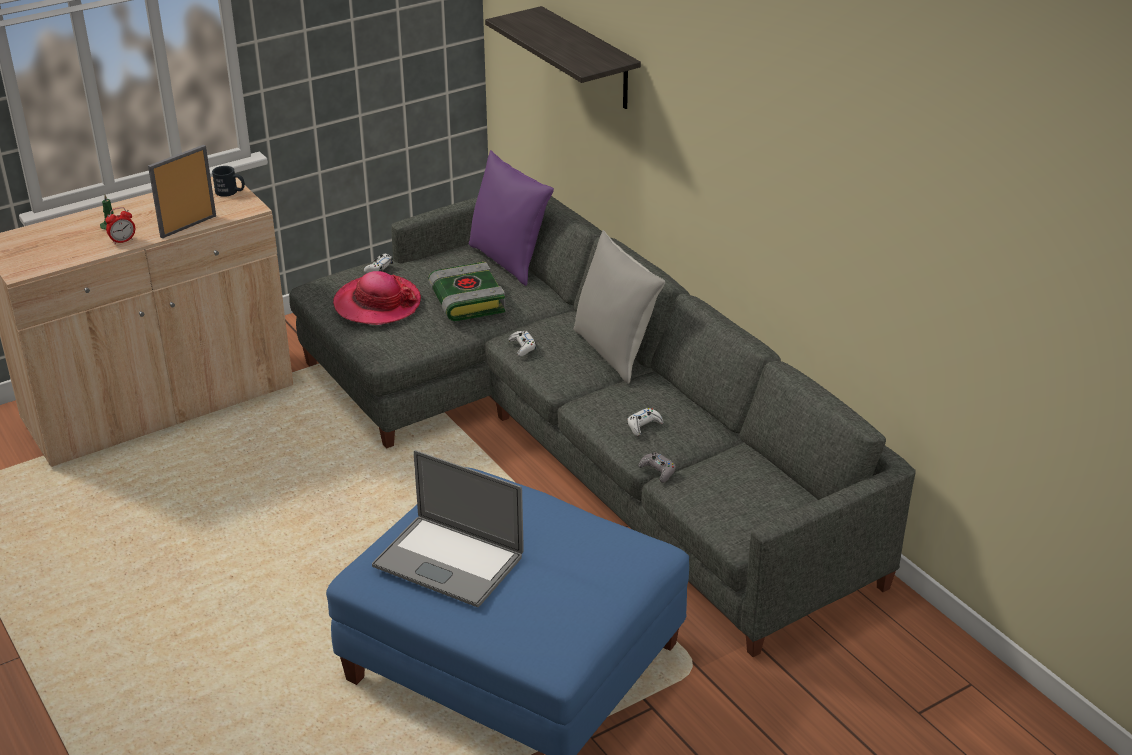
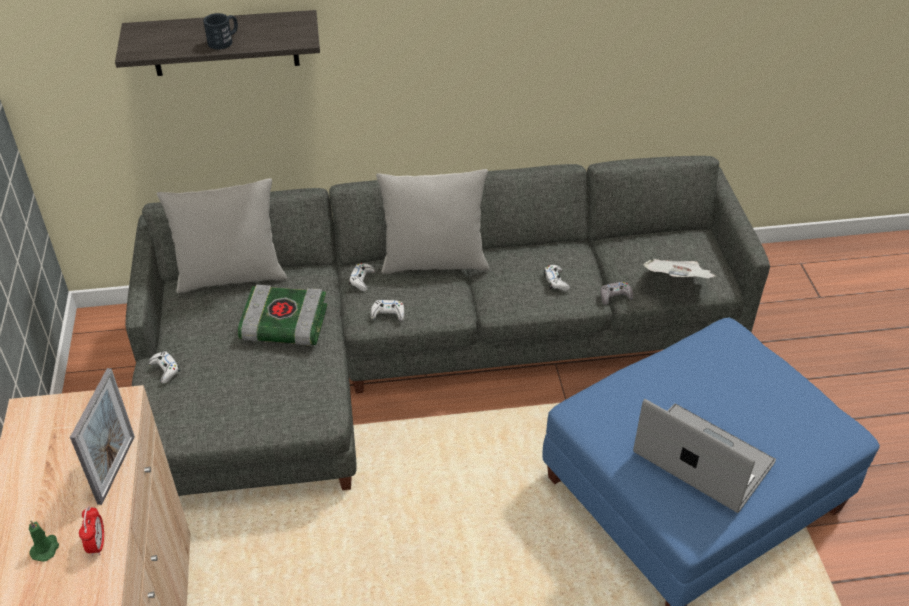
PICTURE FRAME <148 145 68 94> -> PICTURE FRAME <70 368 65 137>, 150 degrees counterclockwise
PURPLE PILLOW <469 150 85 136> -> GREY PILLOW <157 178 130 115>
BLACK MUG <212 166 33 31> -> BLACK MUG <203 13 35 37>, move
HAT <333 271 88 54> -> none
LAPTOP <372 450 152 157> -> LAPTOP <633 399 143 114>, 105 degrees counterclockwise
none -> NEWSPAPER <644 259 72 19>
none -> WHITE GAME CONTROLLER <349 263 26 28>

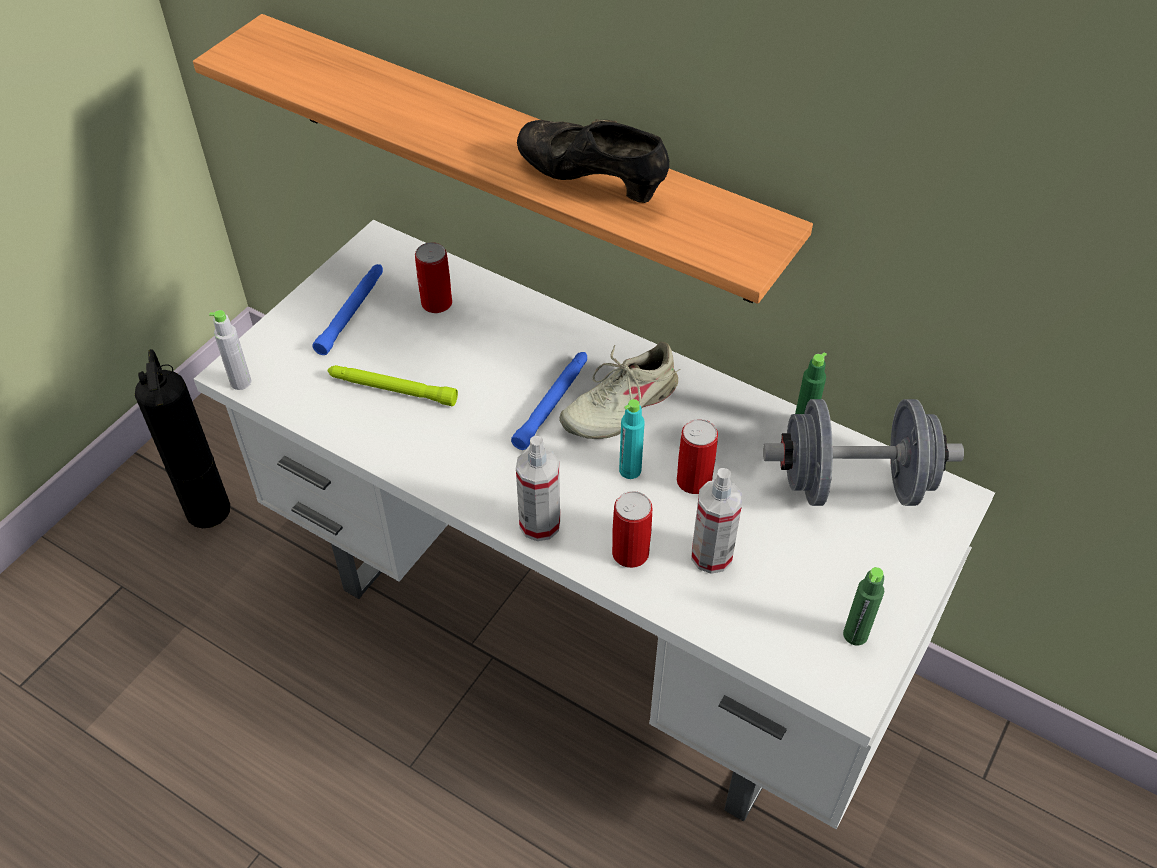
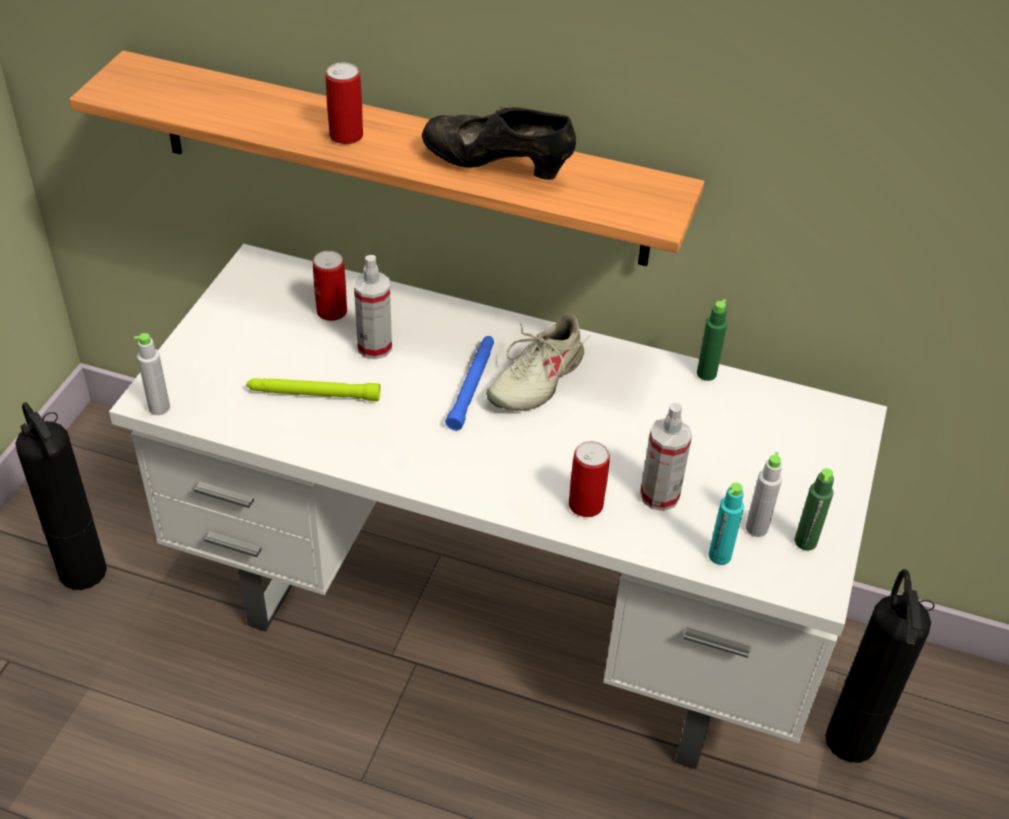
BLUE FLASHLIGHT <312 264 71 91> -> none
TURQUOISE BOTTLE <619 399 26 80> -> TURQUOISE BOTTLE <708 482 36 83>, move
GREY DUMBBELL <763 399 201 107> -> none
CAN <677 419 41 75> -> CAN <325 63 38 81>, move
SPRAY BOTTLE <516 436 44 105> -> SPRAY BOTTLE <354 255 38 104>, move
none -> GREY BOTTLE <746 452 36 85>
none -> FIRE EXTINGUISHER <825 569 109 194>

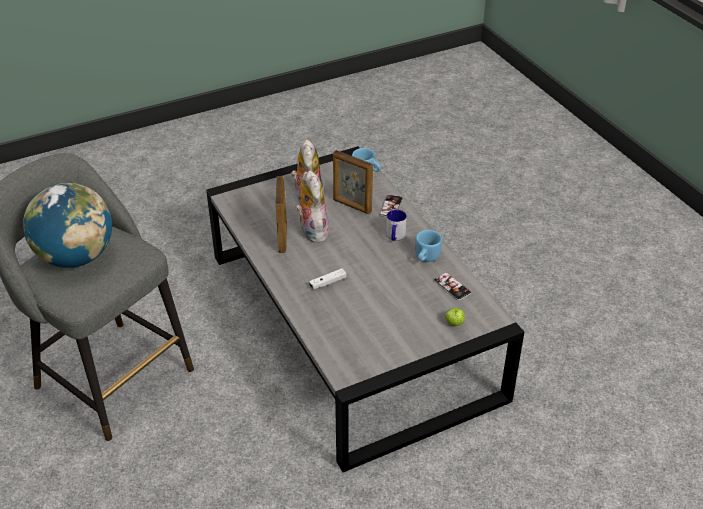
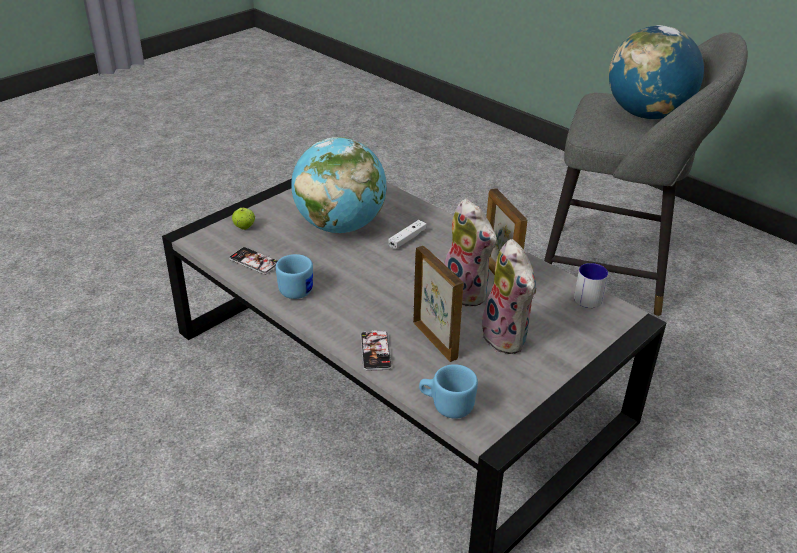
PICTURE FRAME <333 150 40 64> -> PICTURE FRAME <413 246 51 116>, 45 degrees clockwise
MUG <386 209 21 32> -> MUG <574 263 34 45>, move
none -> GLOBE <291 137 96 96>

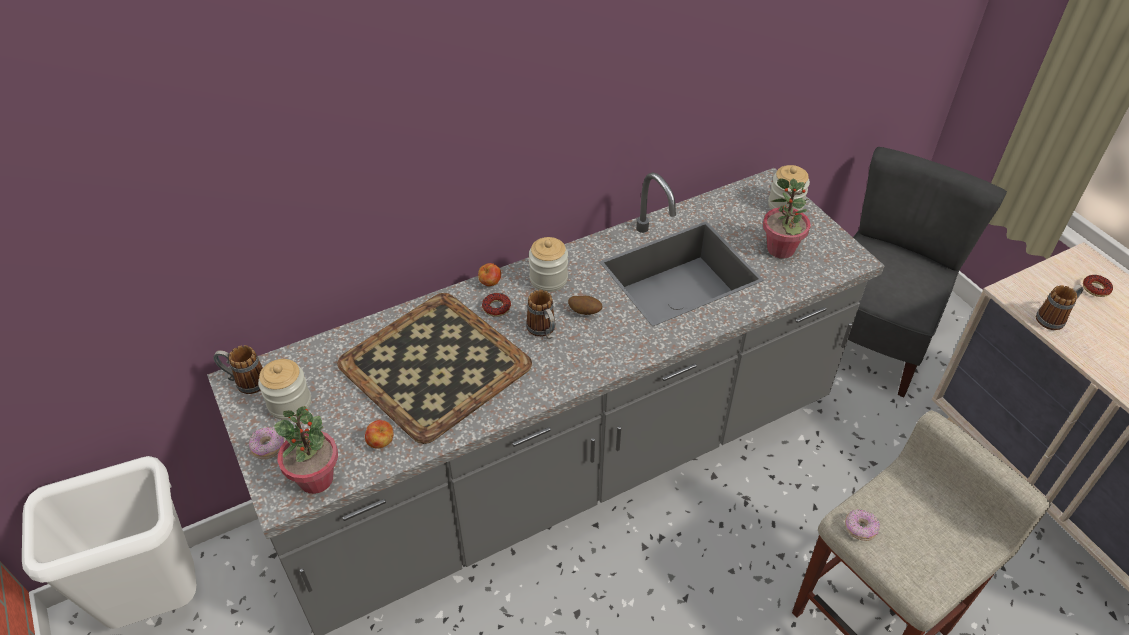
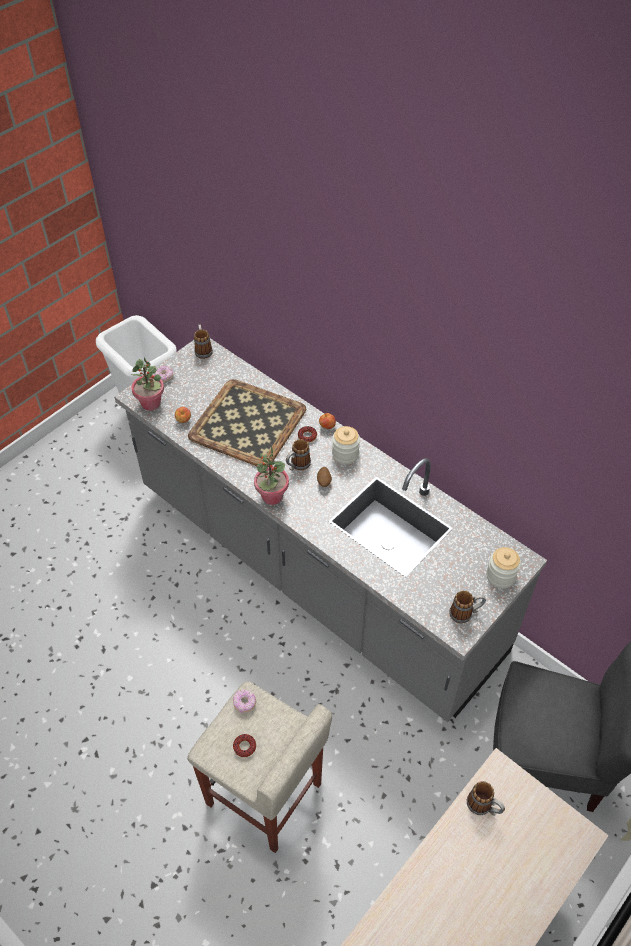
POTTED PLANT <763 178 48 81> -> POTTED PLANT <254 447 35 58>, move
DONUT <1083 275 30 22> -> DONUT <233 734 23 23>, move
JAR <258 359 53 61> -> none
none -> MUG <449 590 37 34>

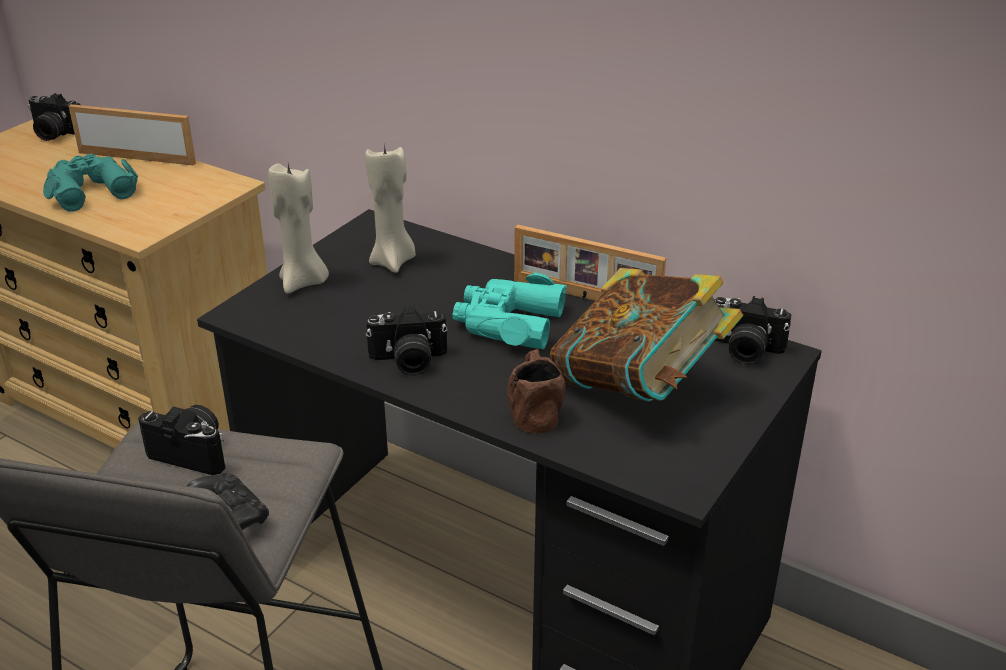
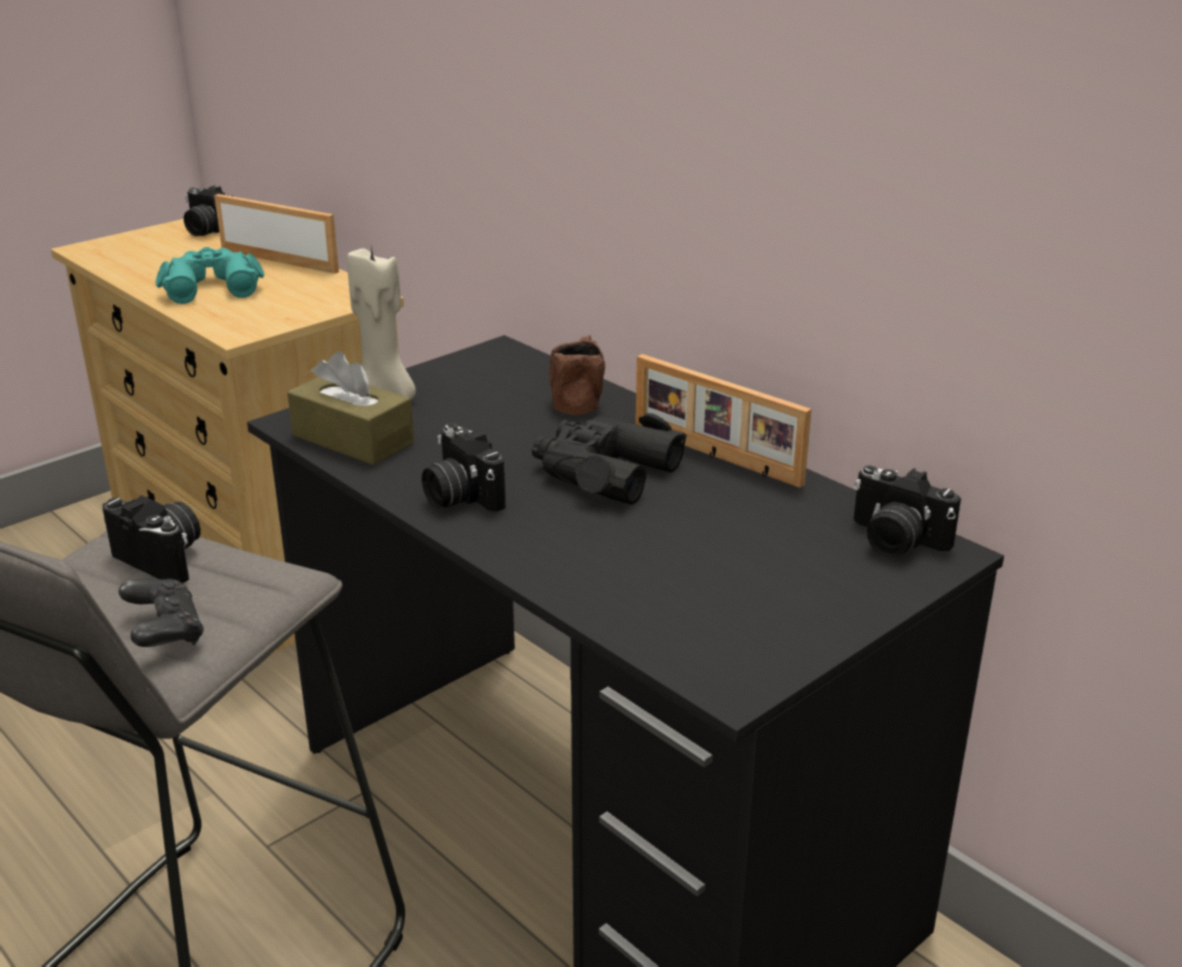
BEIGE CANDLE <365 144 51 129> -> none
BOOK <550 268 193 134> -> none
TURQUOISE BINOCULARS <452 273 115 77> -> BLACK BINOCULARS <532 413 155 92>
PHOTO CAMERA <366 305 82 70> -> PHOTO CAMERA <422 423 84 89>, 45 degrees clockwise
BROWN MUG <507 349 59 85> -> BROWN MUG <549 335 56 80>, move
none -> BROWN TISSUE BOX <287 351 127 114>

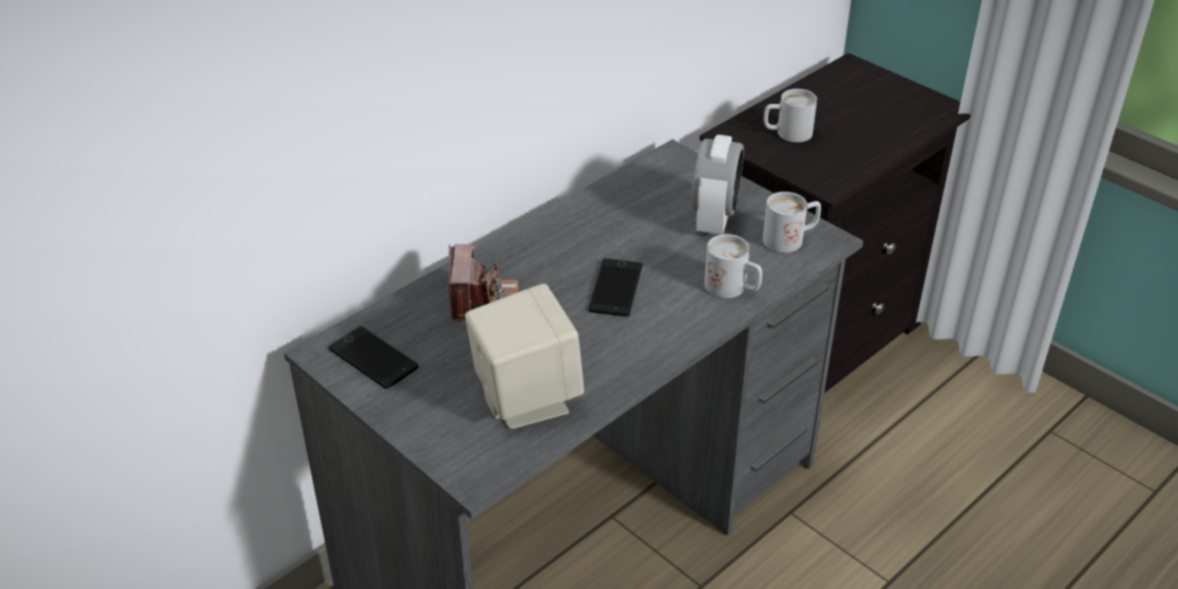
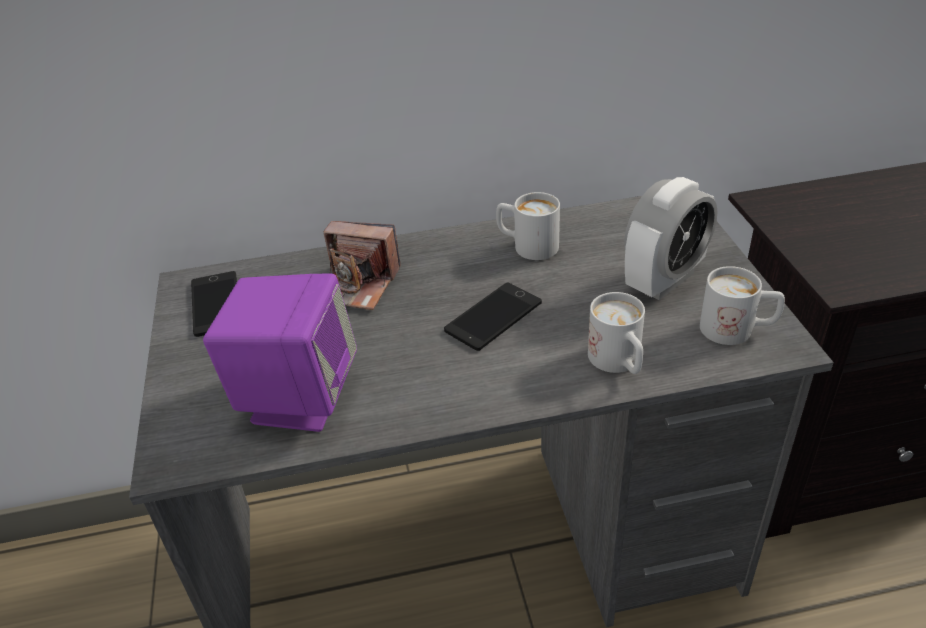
WHITE MUG <764 89 53 53> -> WHITE MUG <496 192 64 68>, move
PHOTO CAMERA <449 244 69 79> -> PHOTO CAMERA <324 221 77 89>, 75 degrees clockwise
BEIGE SPEAKER <465 284 119 145> -> PURPLE SPEAKER <203 274 154 158>

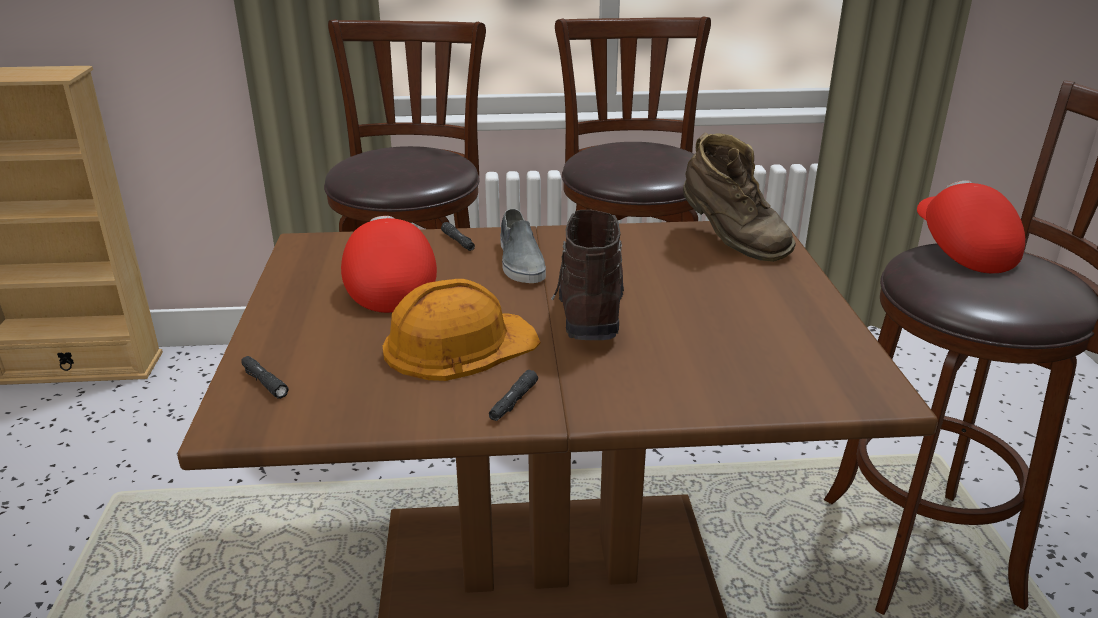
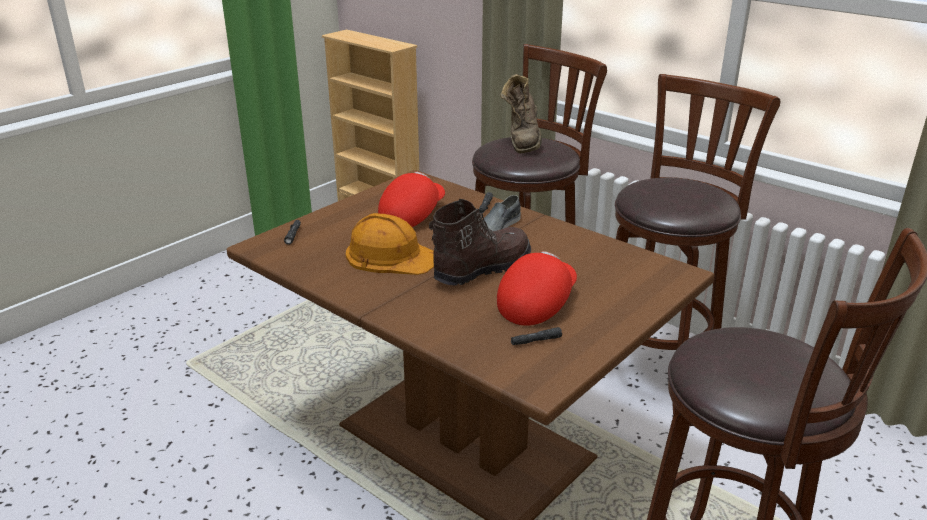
BROWN BOOT <683 132 113 130> -> BROWN BOOT <500 74 42 80>, move
RED CAP <917 180 108 94> -> RED CAP <497 251 80 75>, move
BLACK FLASHLIGHT <489 370 49 51> -> BLACK FLASHLIGHT <511 327 51 18>, move

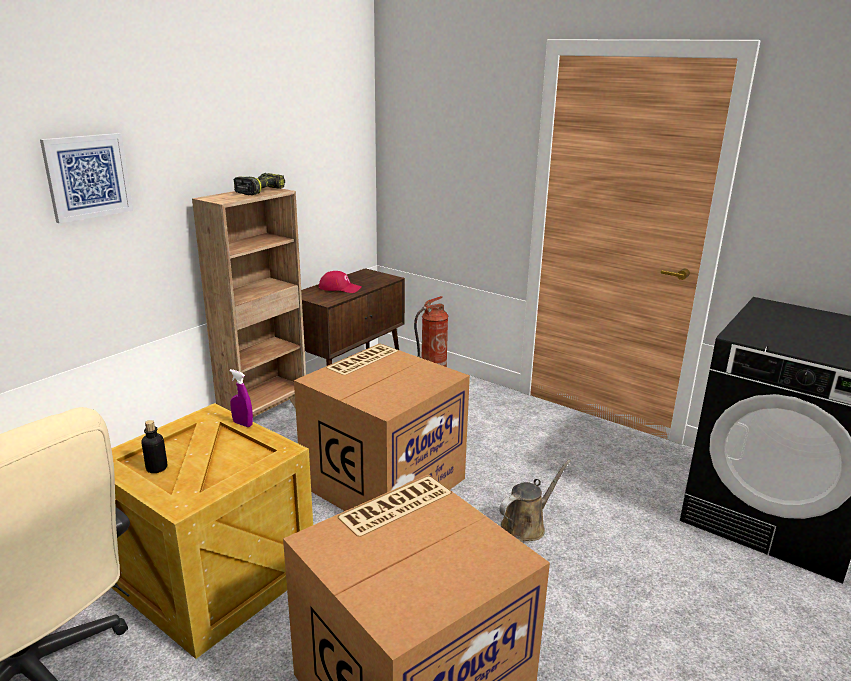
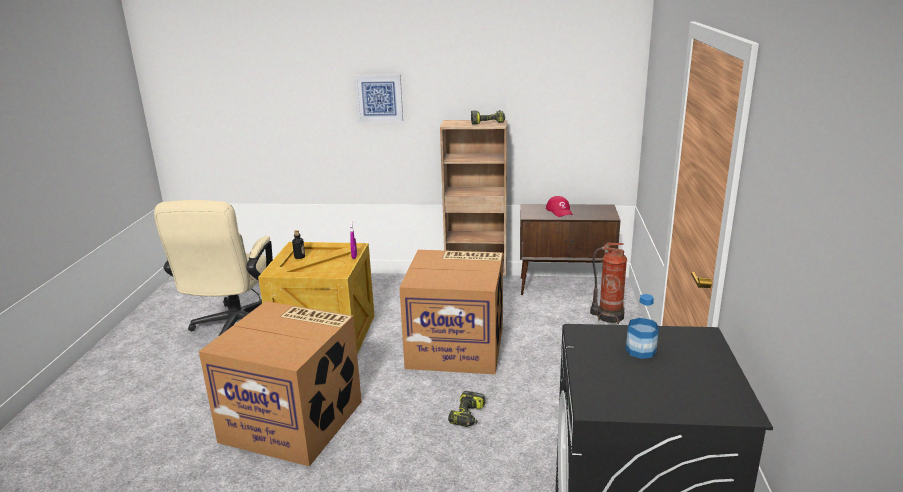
BROWN WATERING CAN <499 460 72 81> -> POWER DRILL <448 391 37 36>
none -> BOTTLE <626 294 33 65>

